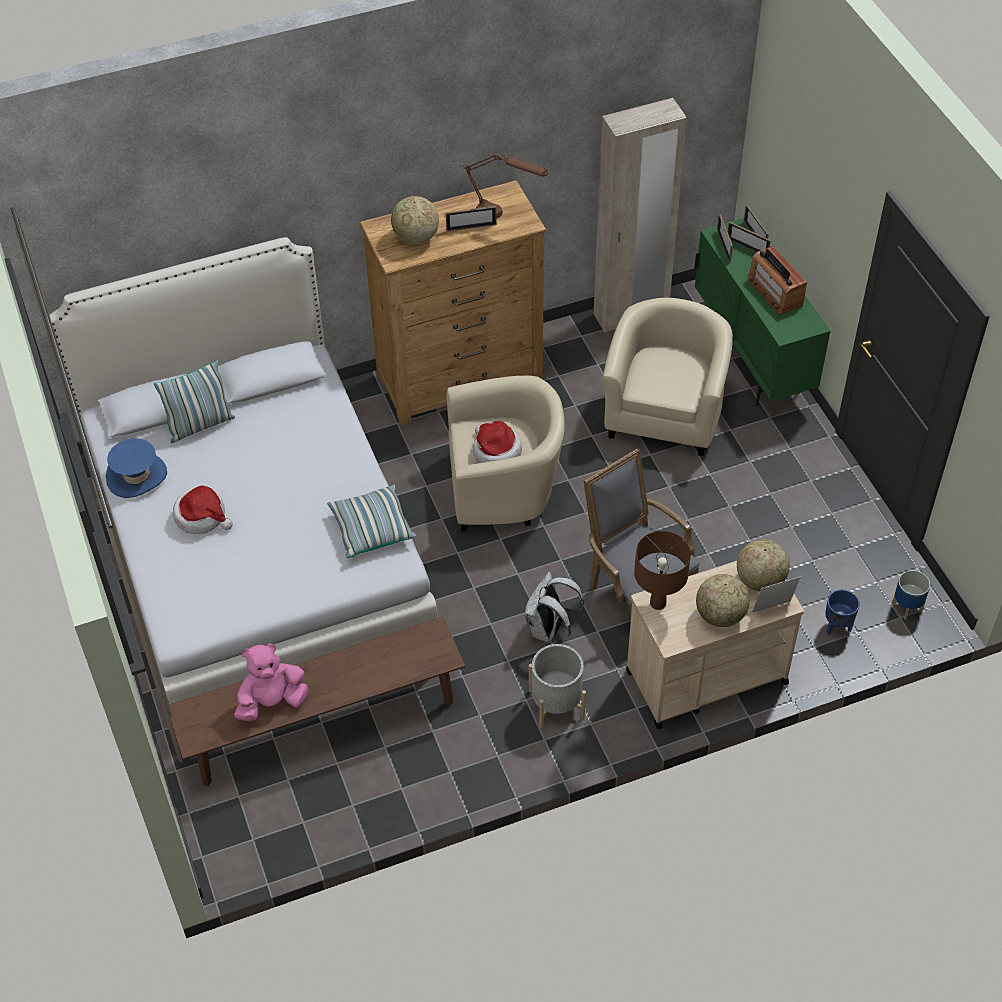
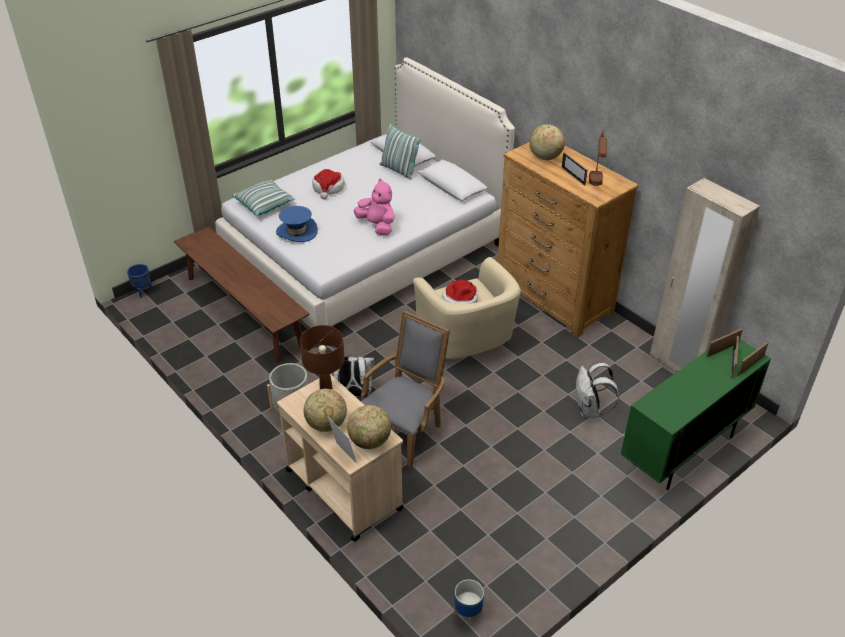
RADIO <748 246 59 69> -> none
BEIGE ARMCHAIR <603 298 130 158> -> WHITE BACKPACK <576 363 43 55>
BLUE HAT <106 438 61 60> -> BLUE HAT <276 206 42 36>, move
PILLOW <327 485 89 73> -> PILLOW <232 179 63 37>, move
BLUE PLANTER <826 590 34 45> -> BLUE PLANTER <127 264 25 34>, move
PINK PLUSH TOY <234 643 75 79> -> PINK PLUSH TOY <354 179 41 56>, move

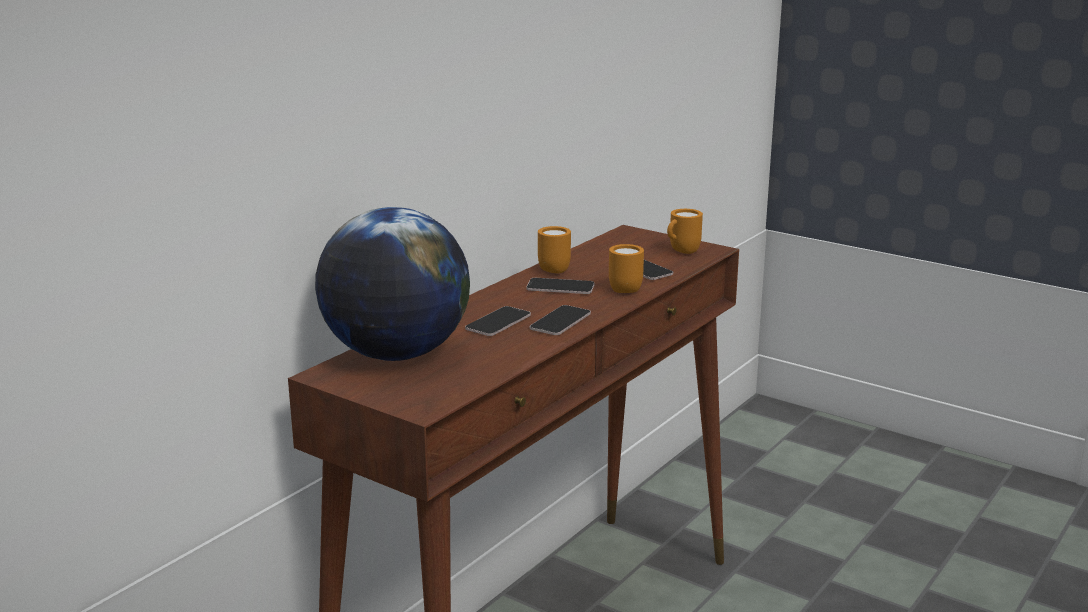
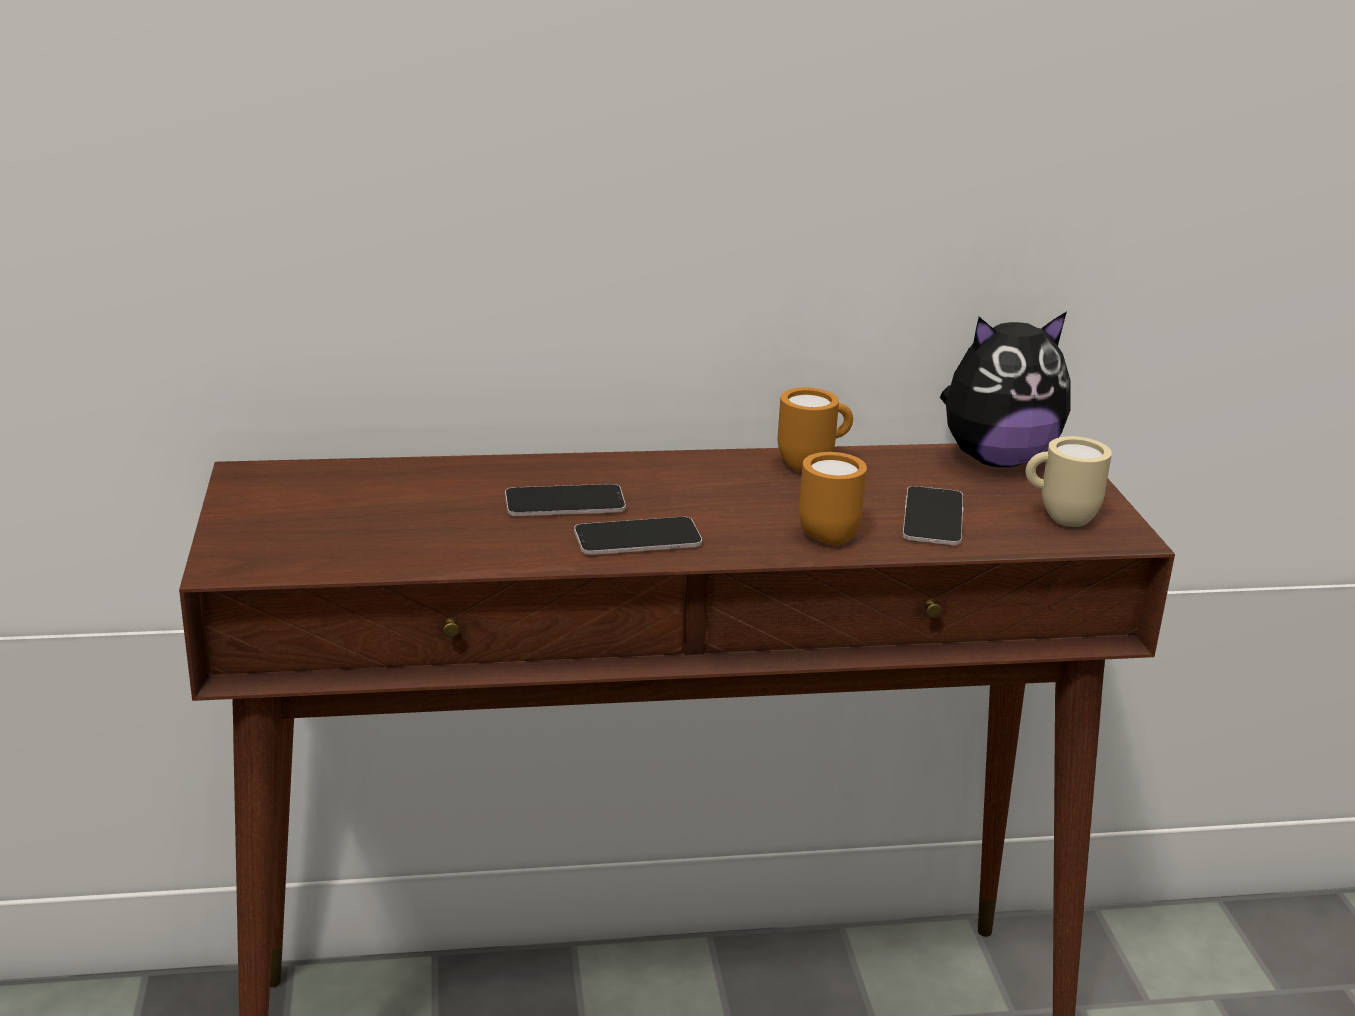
GLOBE <315 207 155 154> -> none
ORANGE MUG <667 209 36 45> -> BEIGE MUG <1026 436 86 91>
PHONE <526 278 69 16> -> none
none -> PLUSH TOY <940 311 131 156>

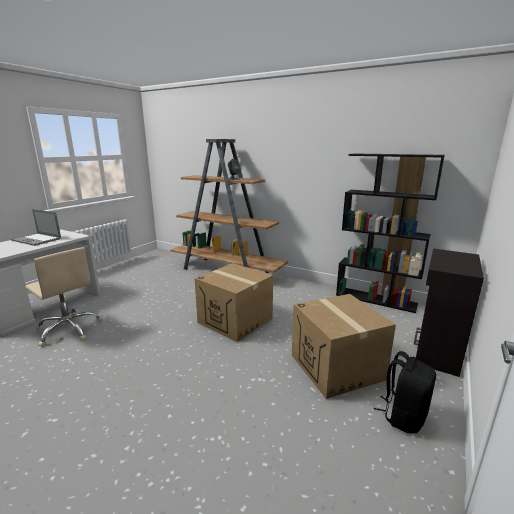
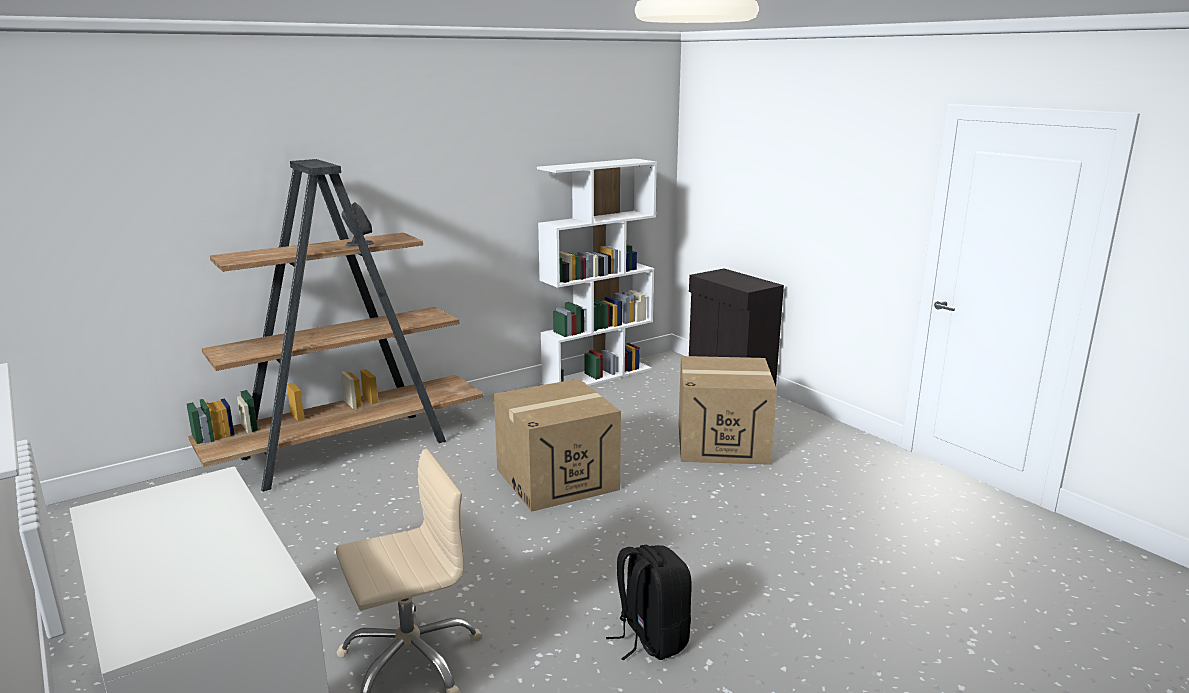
BLACK BOOKCASE <336 153 109 160> -> WHITE BOOKCASE <537 159 120 227>
LAPTOP <11 209 50 37> -> none
BLACK BACKPACK <374 351 62 83> -> BLACK BACKPACK <606 545 86 115>, move

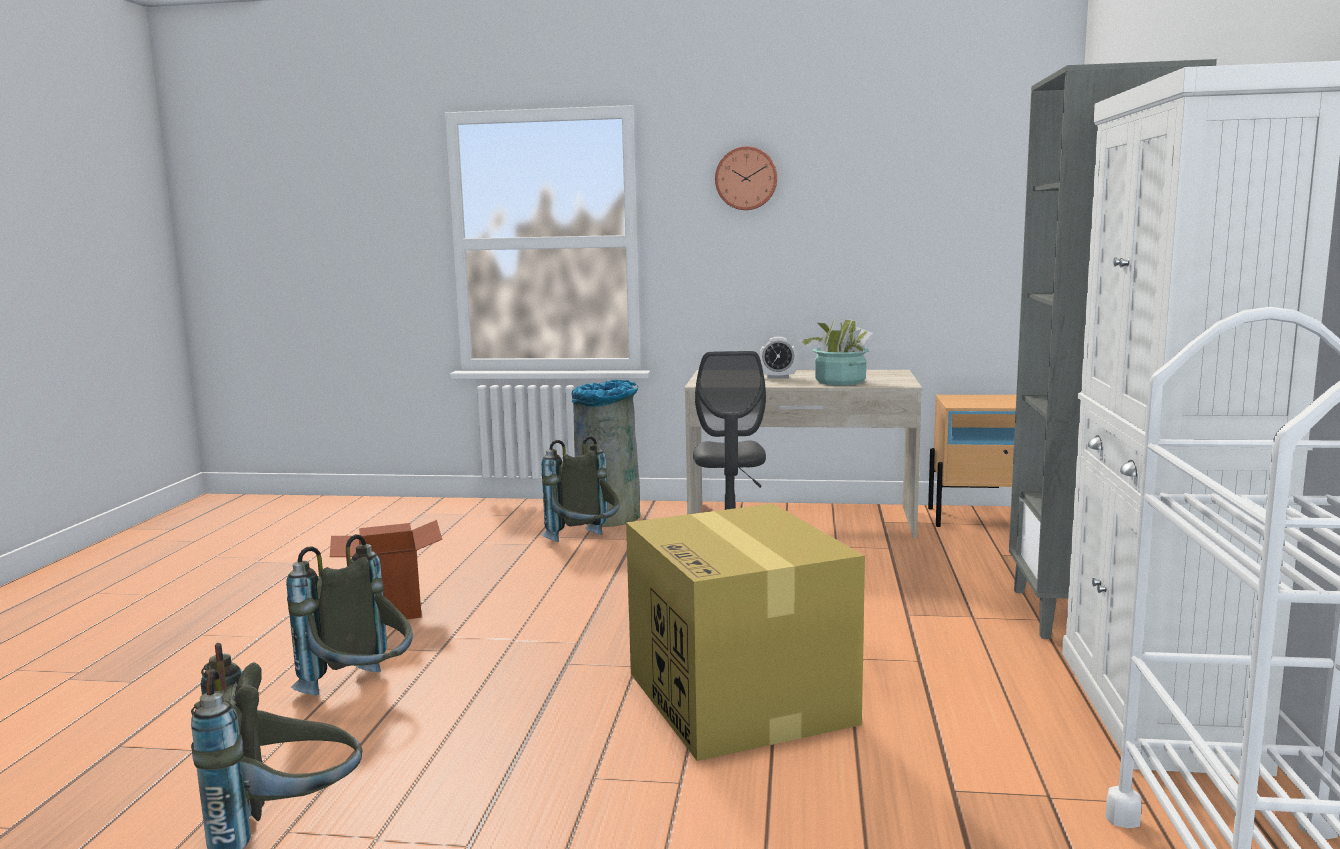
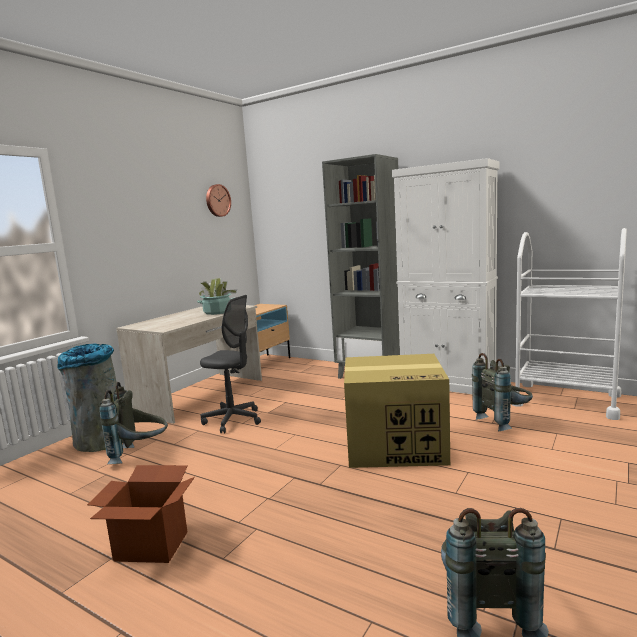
WALL CLOCK <715 146 62 64> -> WALL CLOCK <206 184 25 33>, move
ALARM CLOCK <760 337 37 42> -> none
GREY BACKPACK <286 534 127 161> -> GREY BACKPACK <472 353 61 78>, move

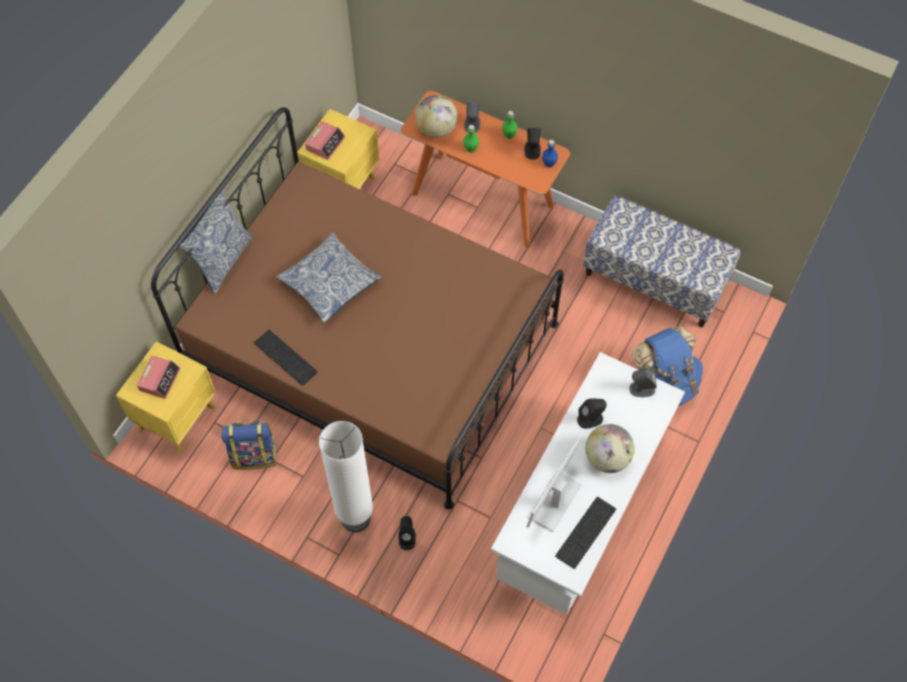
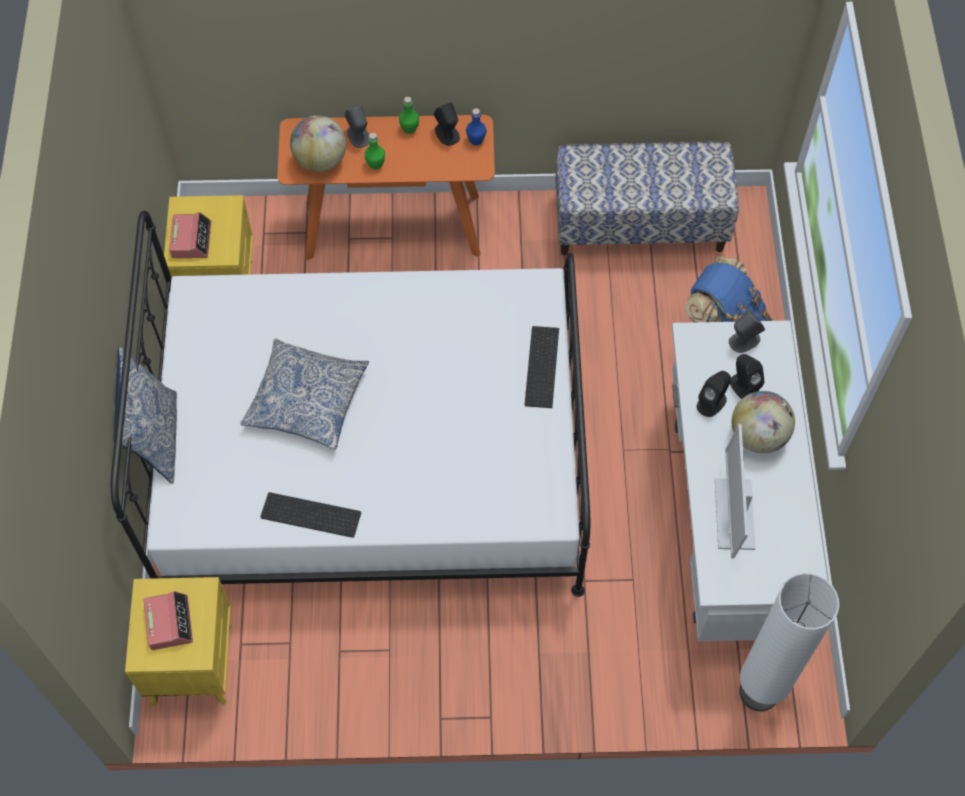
BROWN BED <151 107 413 403> -> WHITE BED <111 211 479 386>
BACKPACK <221 419 56 51> -> none
WHITE FLOOR LAMP <319 421 54 112> -> WHITE FLOOR LAMP <739 573 100 139>, move
KEYBOARD <555 497 61 72> -> KEYBOARD <524 326 35 82>, move
BLACK SPEAKER <399 516 17 34> -> BLACK SPEAKER <730 354 35 45>, move

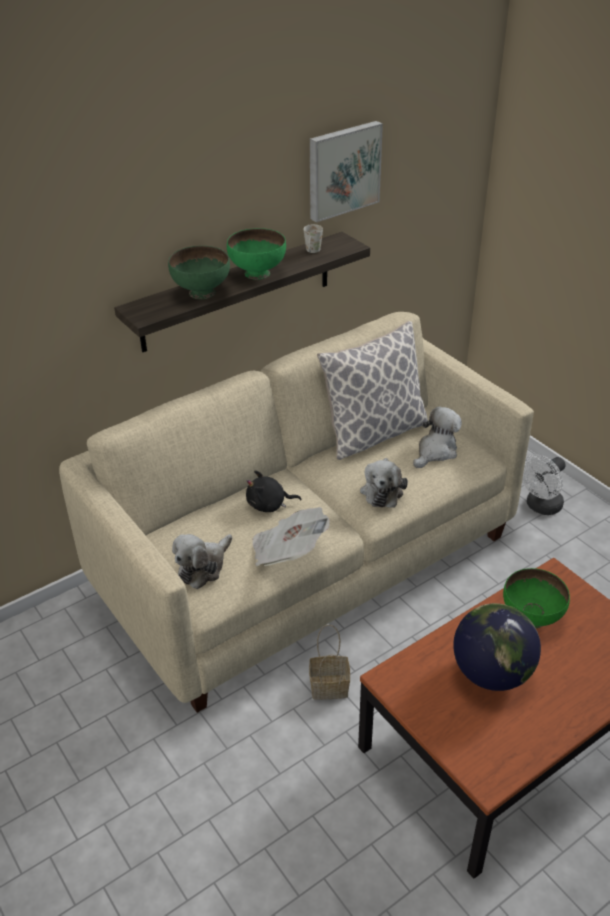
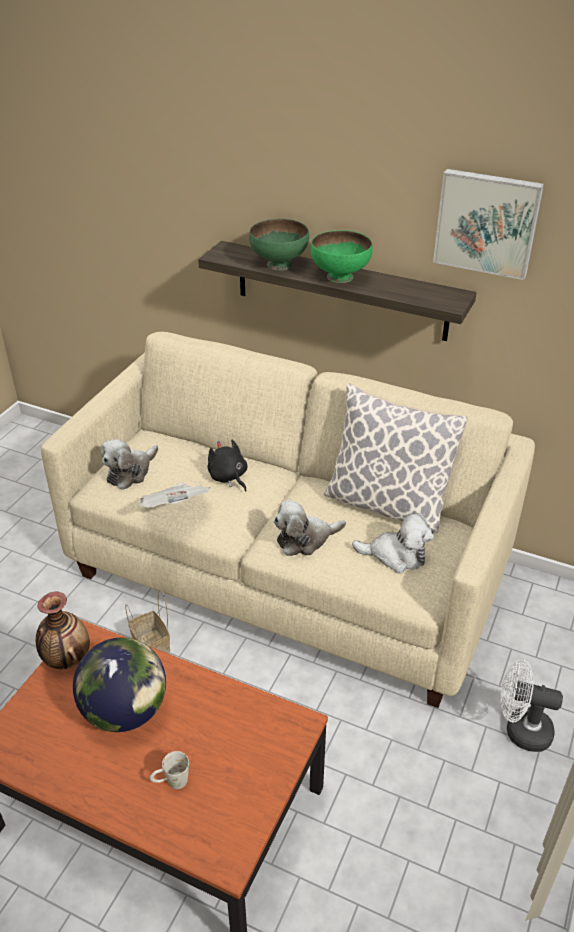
WHITE MUG <303 224 20 29> -> WHITE MUG <150 751 39 38>, move
PLUSH TOY <172 534 60 55> -> PLUSH TOY <101 439 57 51>, 60 degrees counterclockwise
GREEN BOWL <503 568 67 60> -> none
none -> VASE <36 592 54 77>

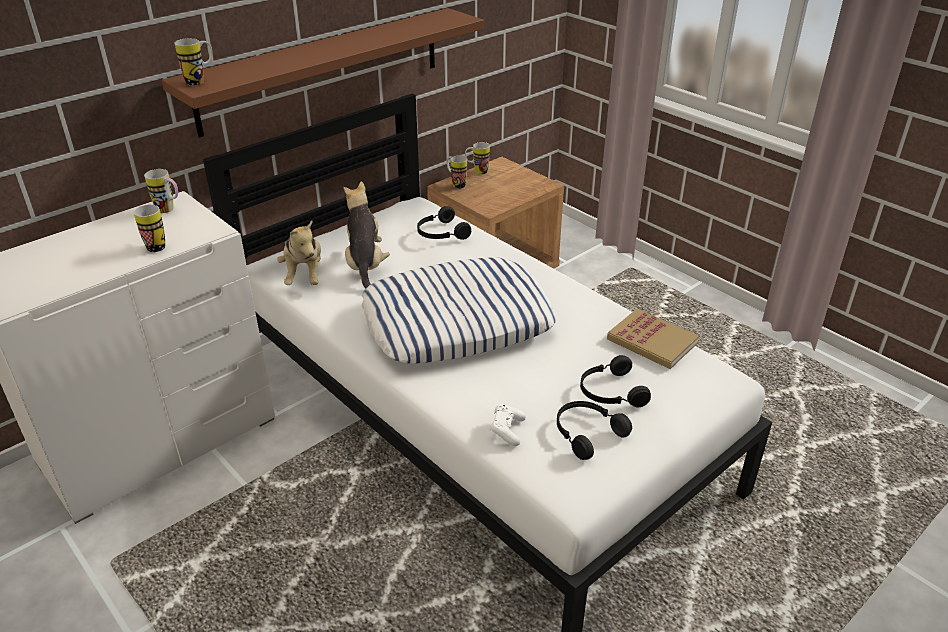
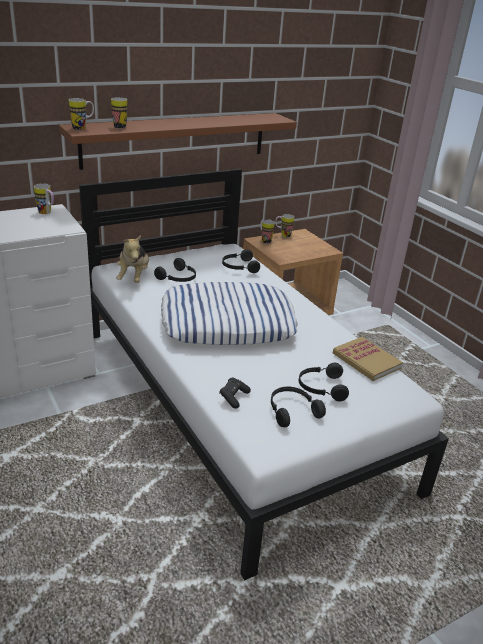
PLUSH TOY <343 181 47 108> -> BLACK HEADPHONES <154 258 42 24>
MUG <134 204 31 48> -> MUG <111 97 16 32>, move
WHITE GAME CONTROLLER <489 404 37 42> -> BLACK GAME CONTROLLER <219 378 32 30>

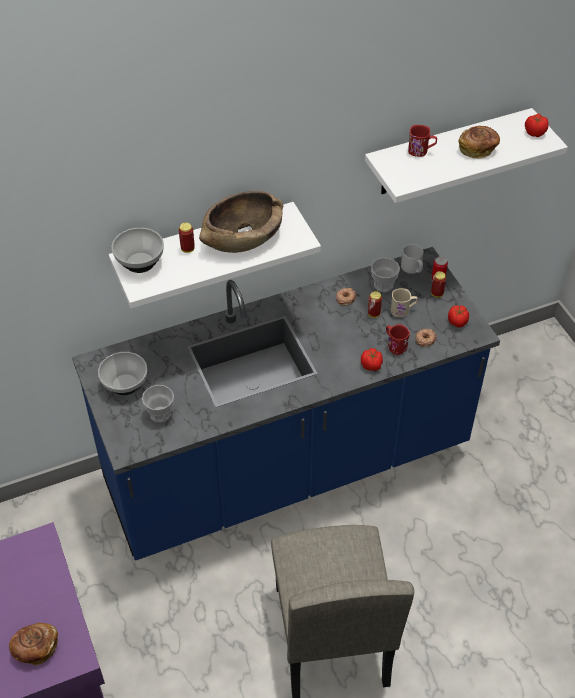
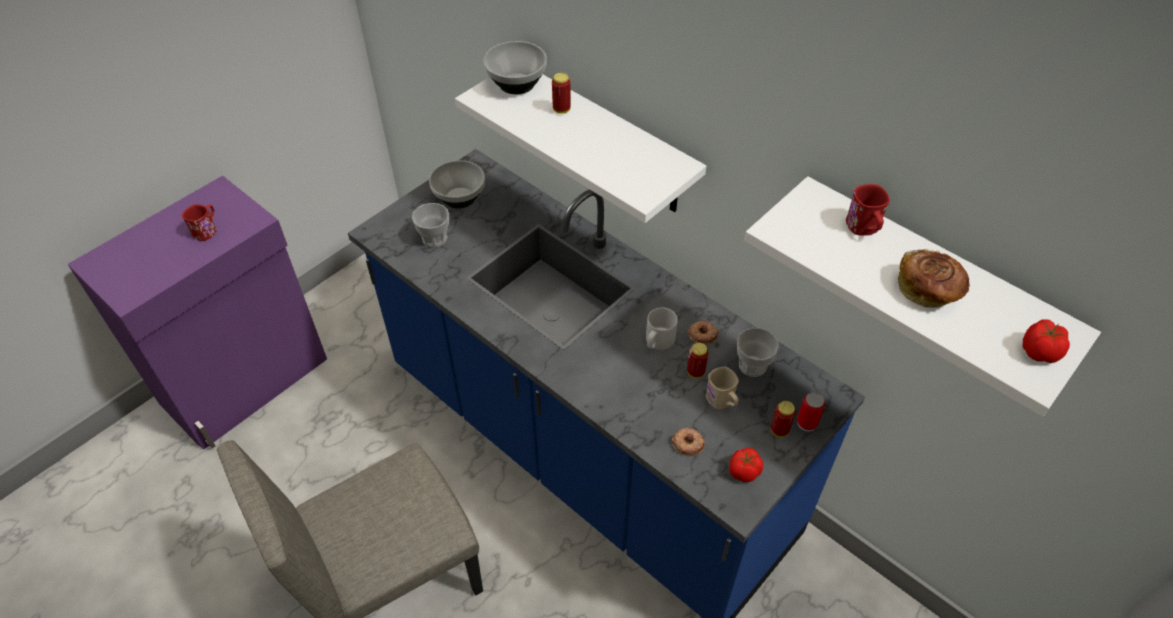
BROWN BOWL <199 191 84 62> -> none
GREY MUG <401 244 23 30> -> GREY MUG <646 307 32 43>, move
RED MUG <386 324 24 31> -> RED MUG <182 204 35 37>, move
TOMATO <361 348 22 23> -> none
BREAD <9 623 49 43> -> none

